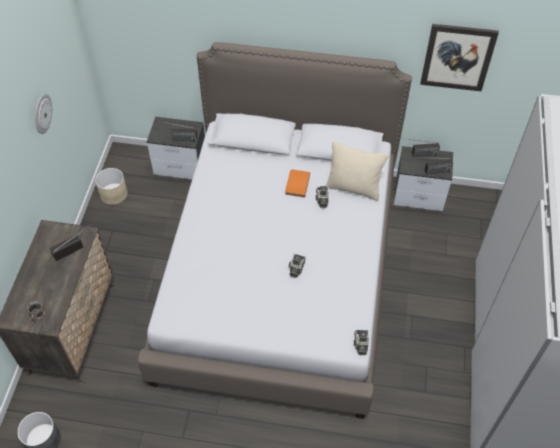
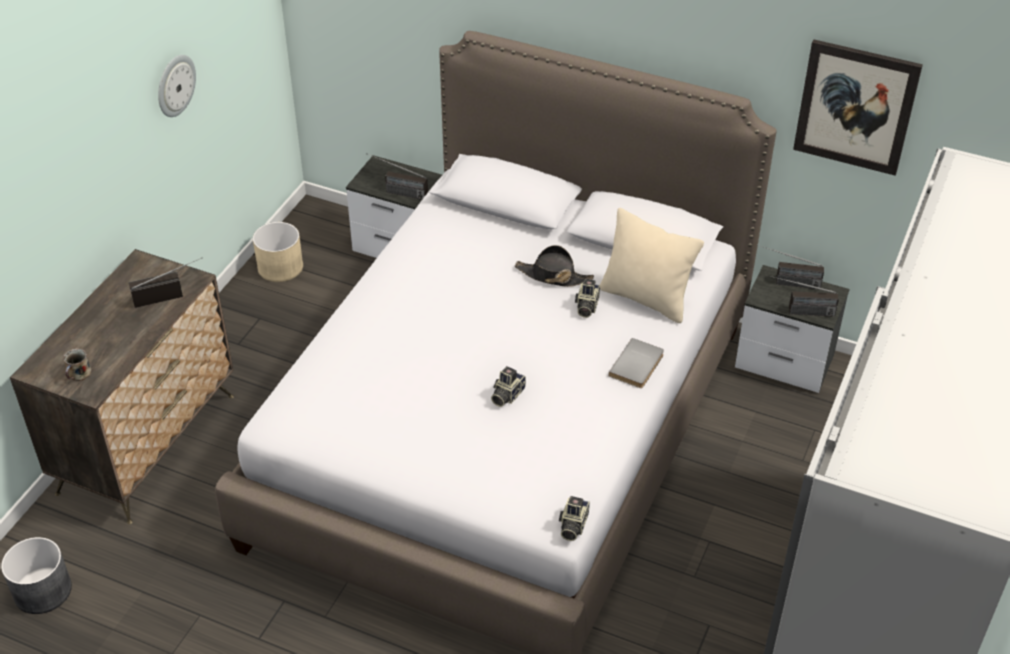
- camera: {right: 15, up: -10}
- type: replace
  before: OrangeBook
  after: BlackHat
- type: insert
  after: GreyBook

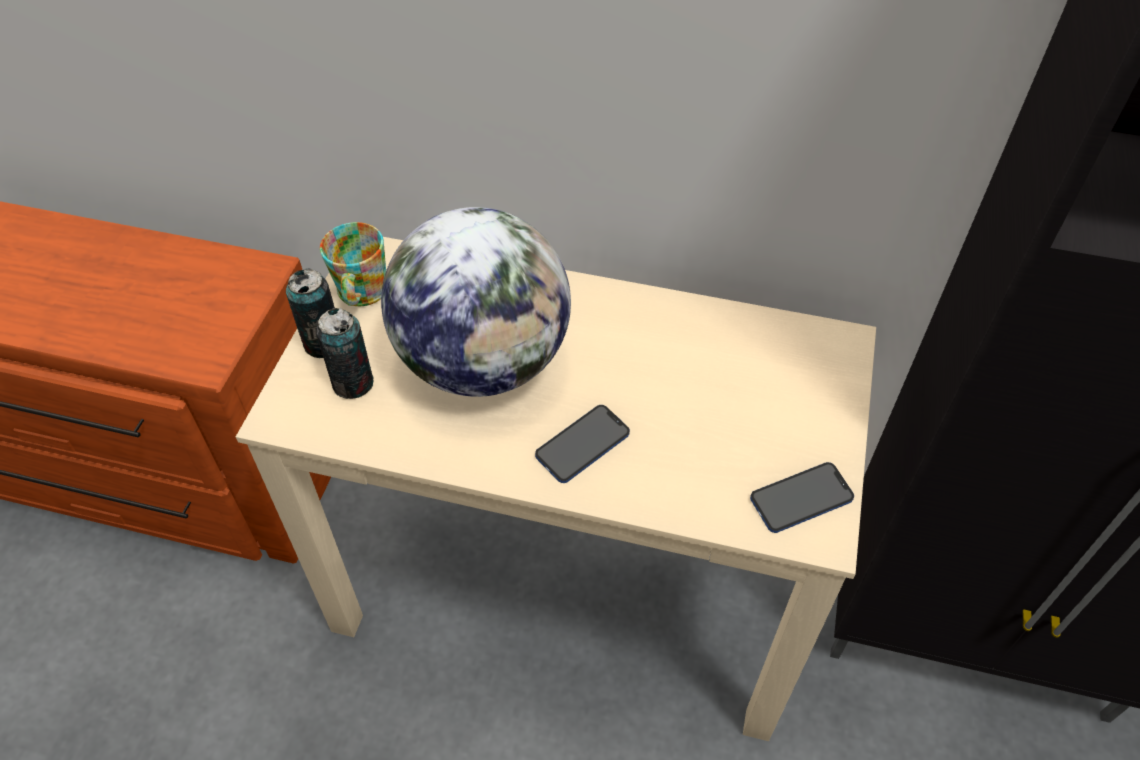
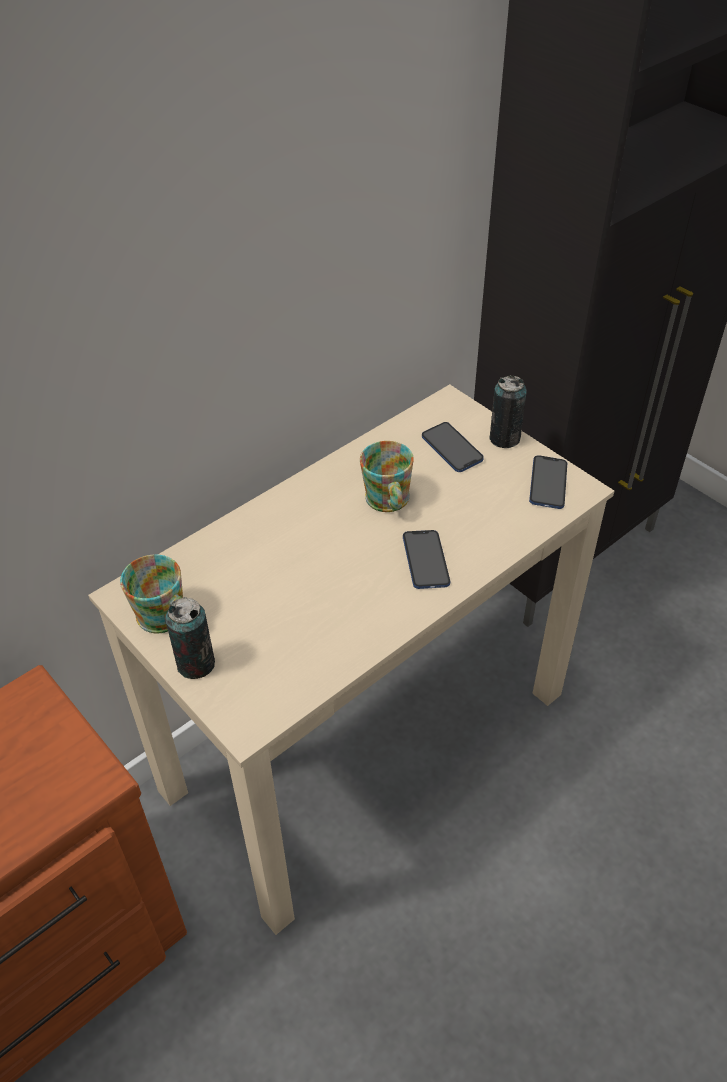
- camera: {right: -55, up: -5}
- type: move
  before: Can (2nd from left)
- type: delete
  before: Globe
- type: insert
  after: Mug (2nd from left)
- type: insert
  after: Phone (2nd from left)

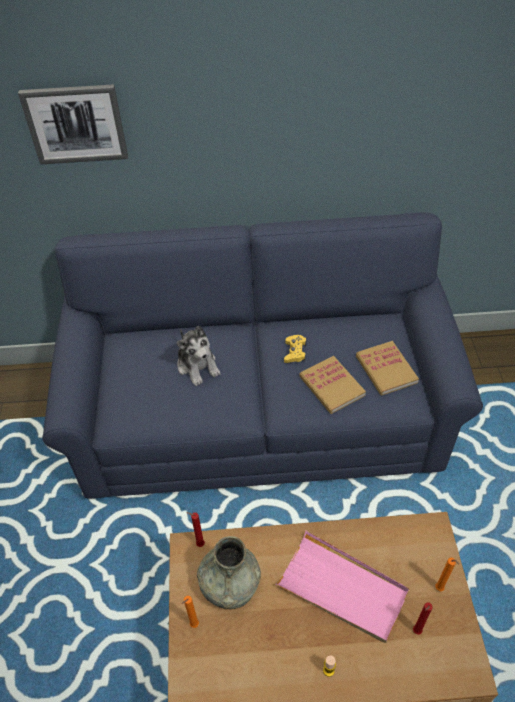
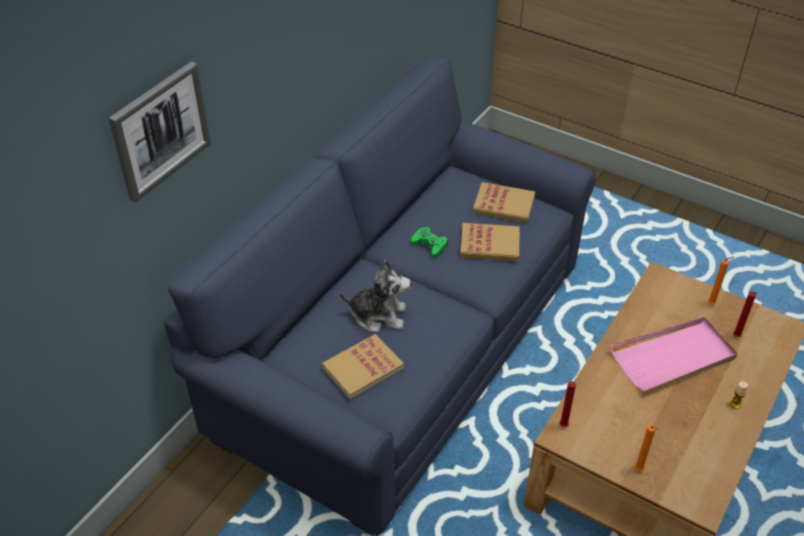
- camera: {right: -55, up: -5}
- type: delete
  before: GreyVase
- type: recolor
  before: YellowGameController
  after: GreenGameController
- type: insert
  after: Book (1st from left)

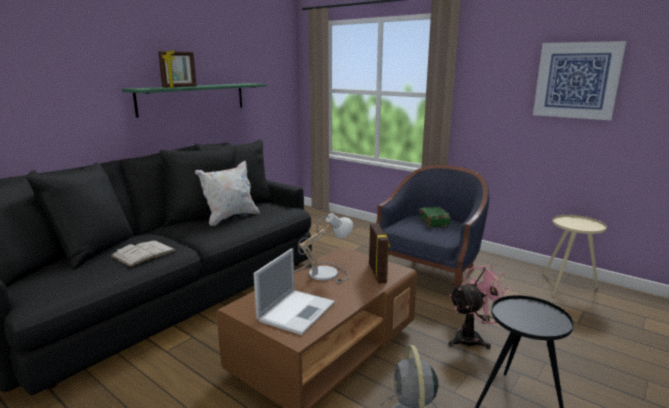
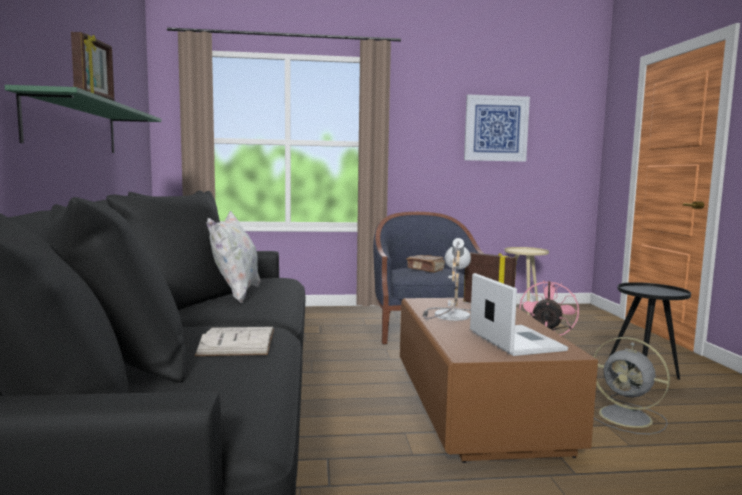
- camera: {right: -45, up: -10}
- type: recolor
  before: GreenBook
  after: BrownBook

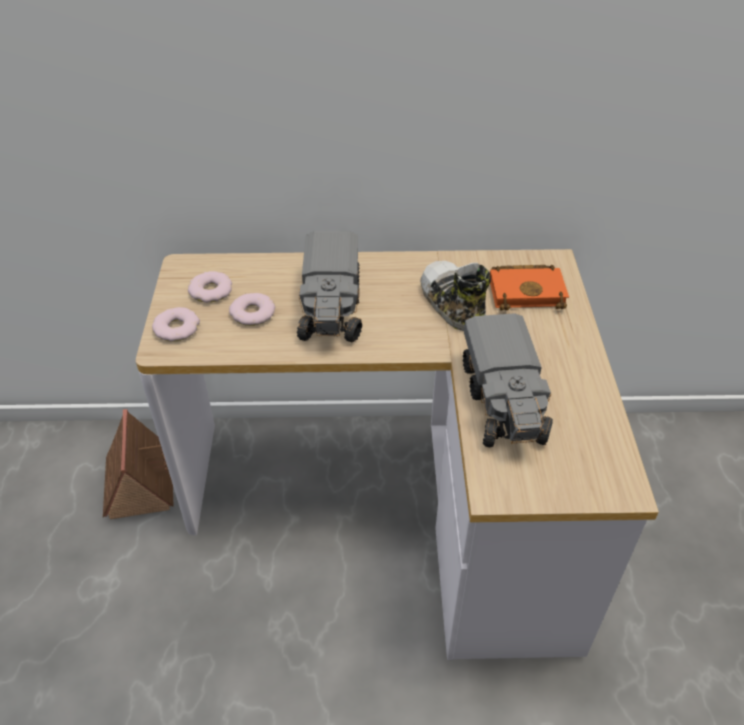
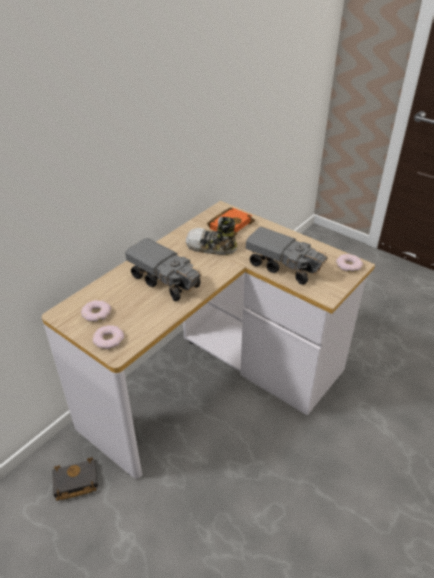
- camera: {right: -50, up: -5}
- type: replace
  before: ToyHouse
  after: BlackBook
- type: move
  before: Donut (3rd from left)

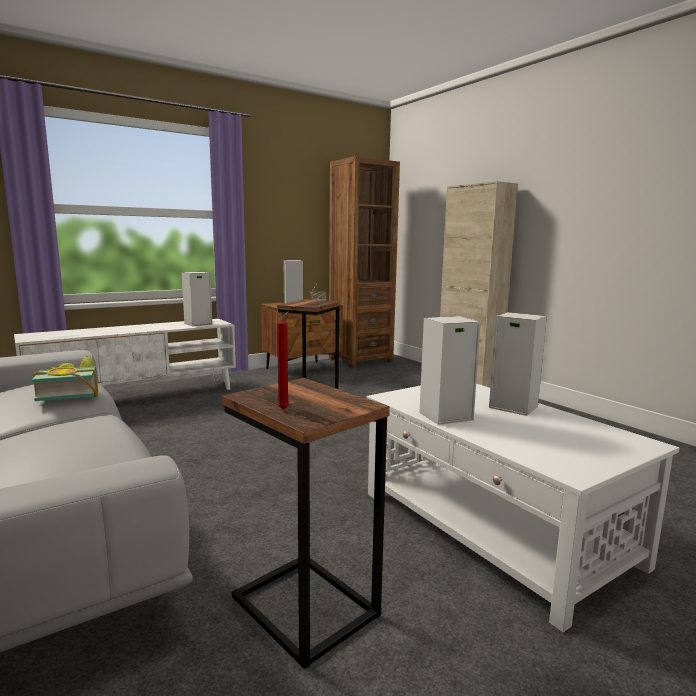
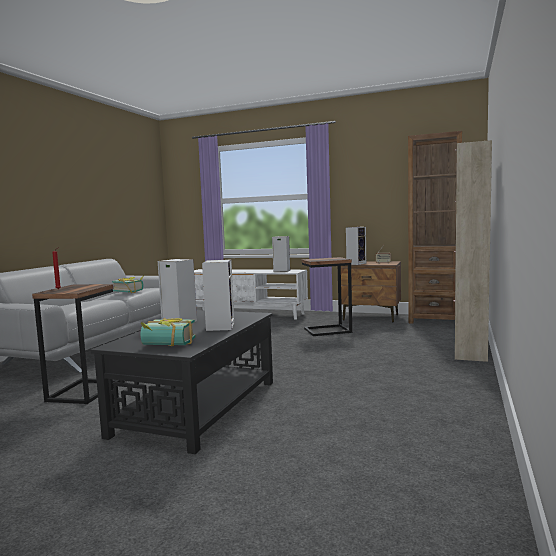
- camera: {right: 55, up: -5}
- type: recolor
  before: WhiteCoffeeTable
  after: BlackCoffeeTable
- type: insert
  after: Book (2nd from left)

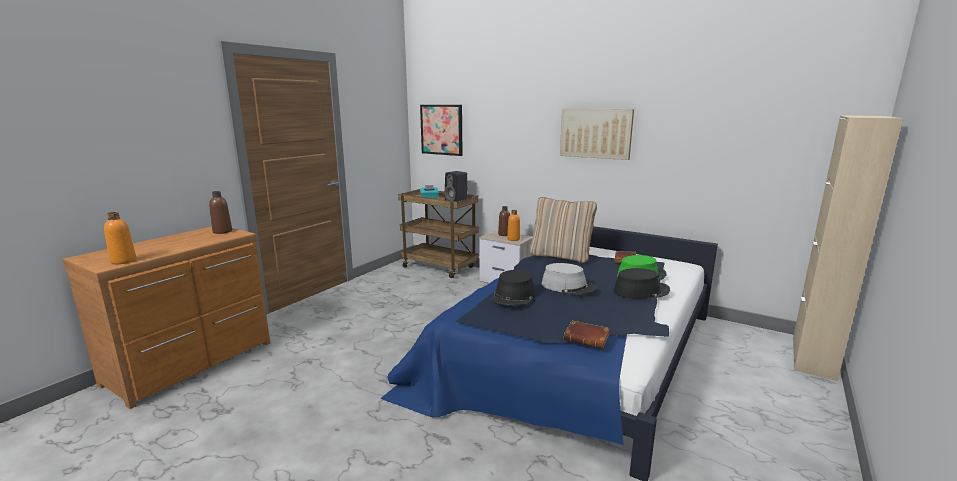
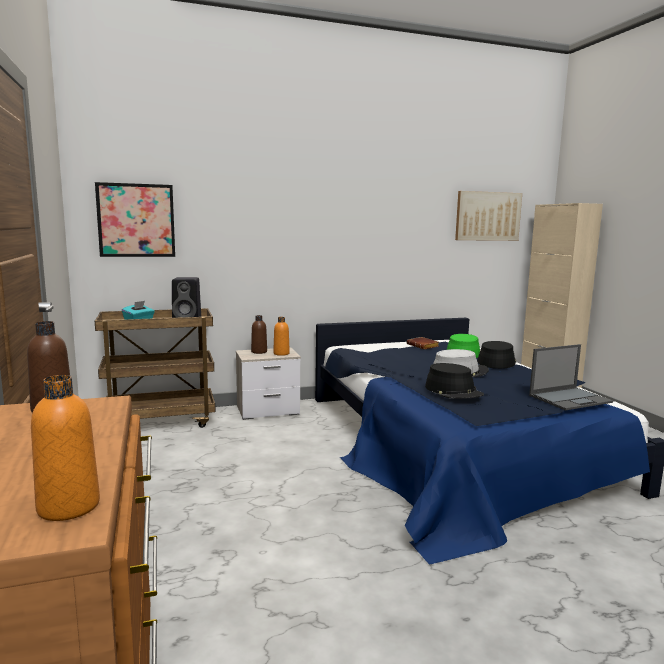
- camera: {right: -50, up: -5}
- type: delete
  before: BeigePillow
- type: move
  before: Picture (2nd from left)
- type: replace
  before: BrownBook (1st from left)
  after: Laptop

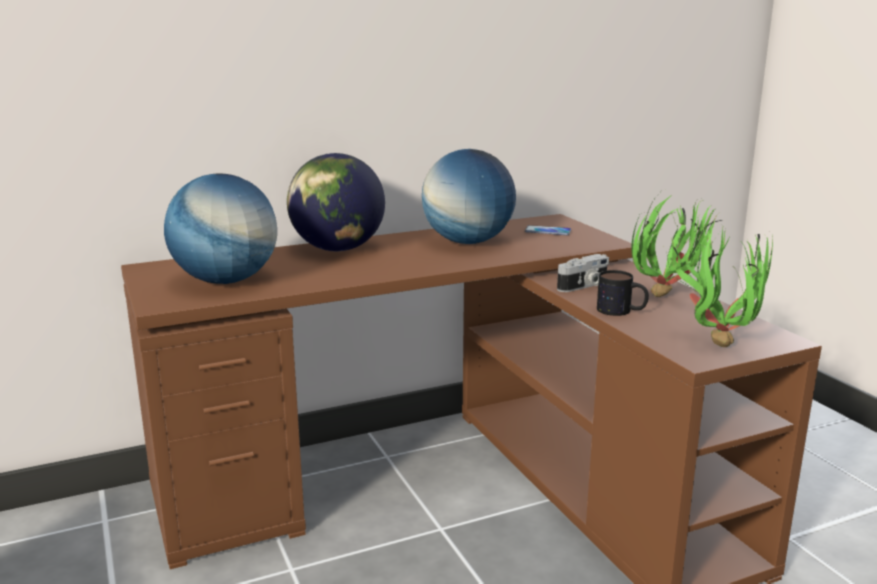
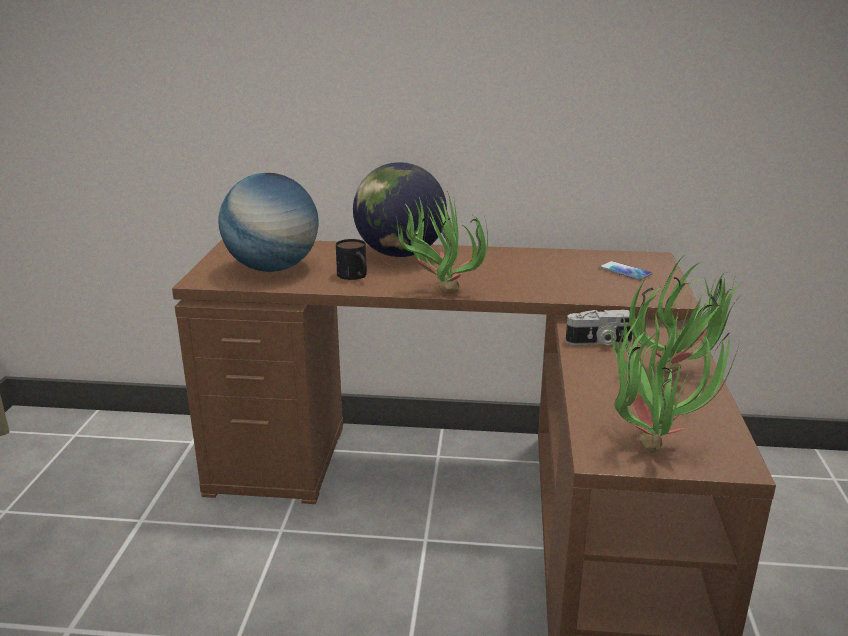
- camera: {right: 30, up: 5}
- type: delete
  before: Globe (3rd from left)
- type: move
  before: Mug
- type: insert
  after: PottedPlant (1st from left)

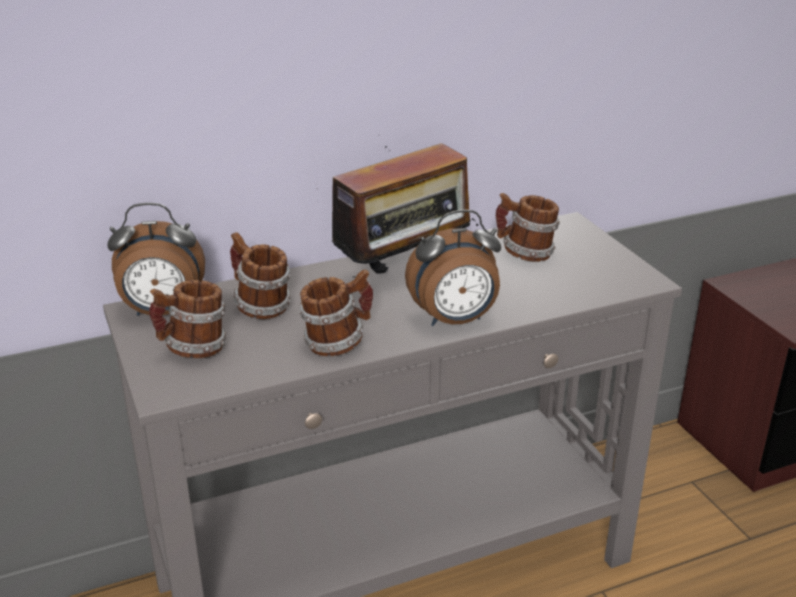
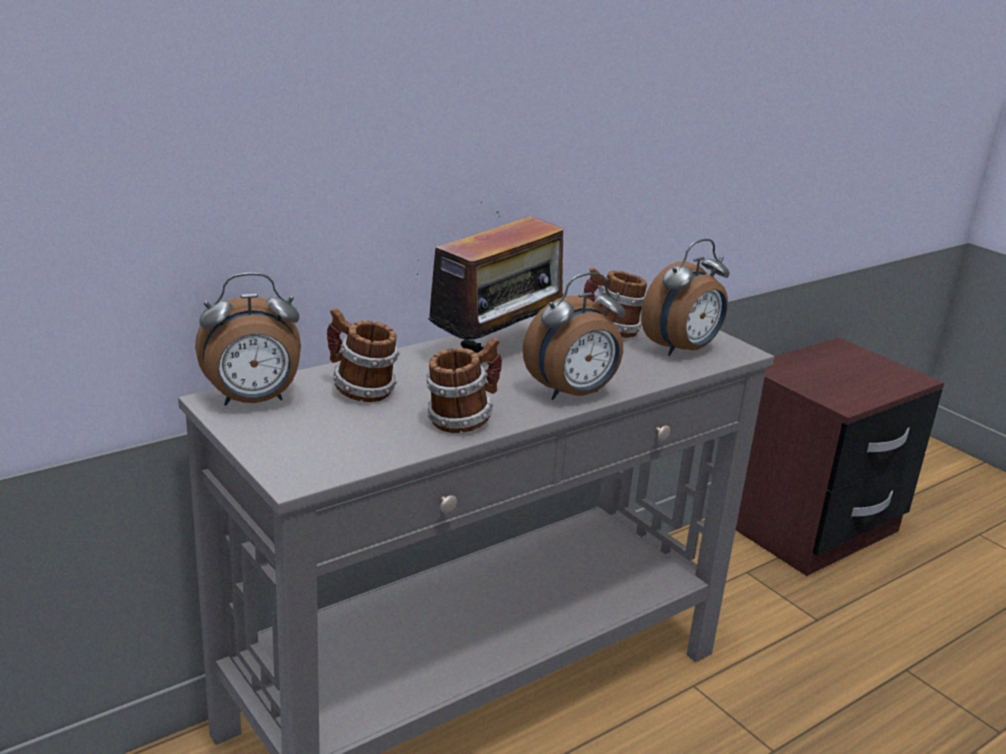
- camera: {right: -15, up: -5}
- type: delete
  before: Mug (1st from left)
- type: insert
  after: AlarmClock (3rd from left)

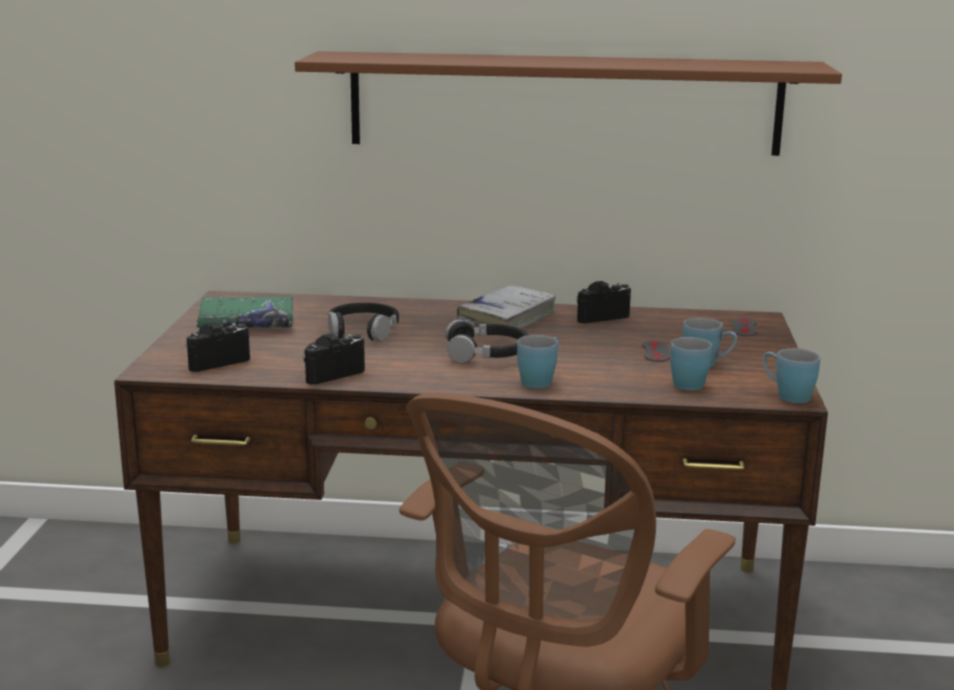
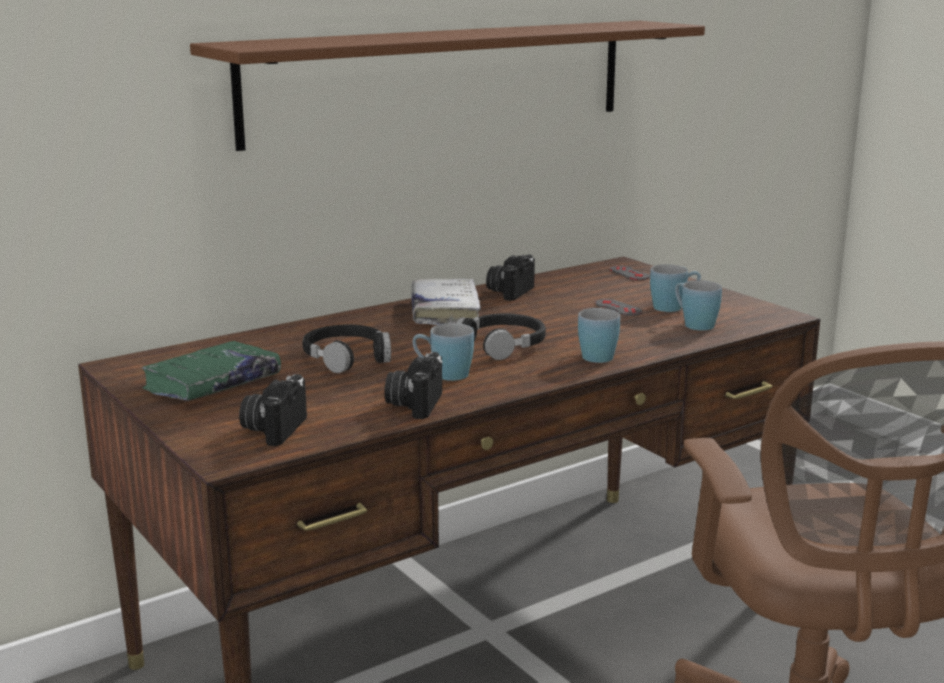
- camera: {right: -40, up: 0}
- type: move
  before: BlueMug (4th from left in the first image)
  after: BlueMug (1st from left)

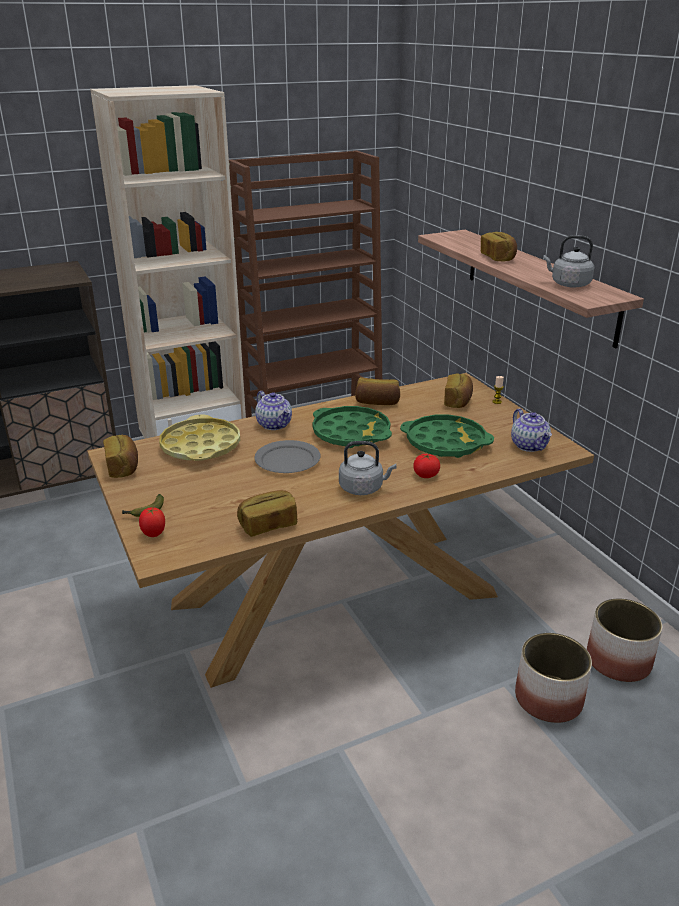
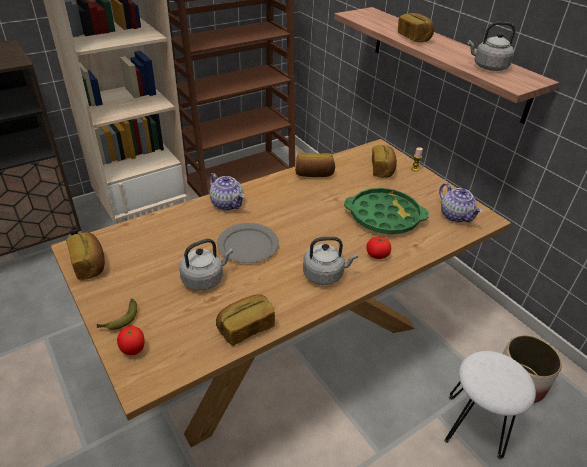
- camera: {right: -10, up: 10}
- type: delete
  before: YellowTray
- type: delete
  before: GreenTray (1st from left)
- type: replace
  before: Planter (1st from left)
  after: WhiteStool
- type: insert
  after: GreyKettle (1st from left)

